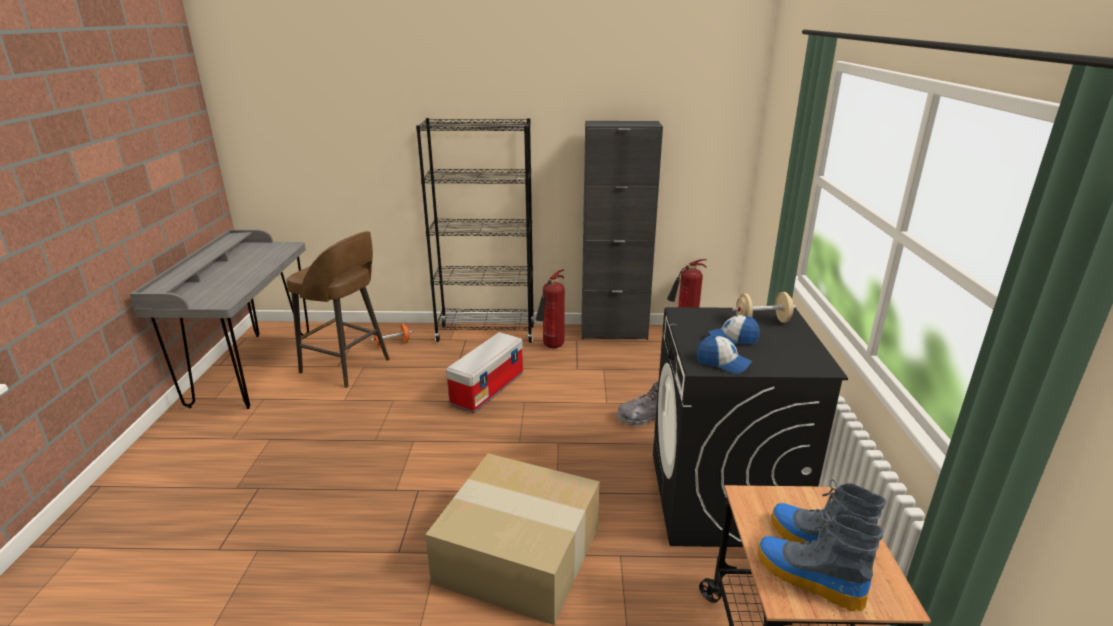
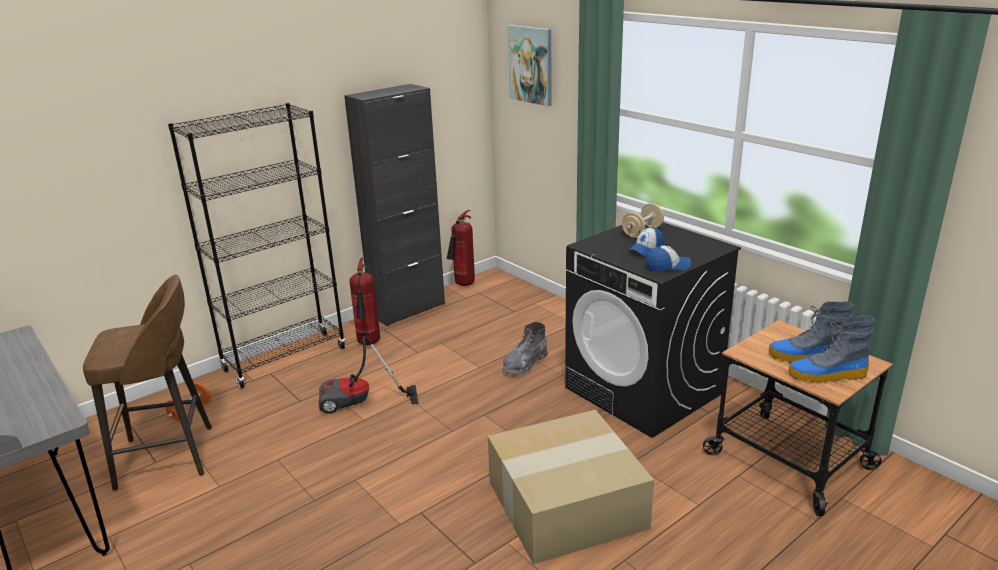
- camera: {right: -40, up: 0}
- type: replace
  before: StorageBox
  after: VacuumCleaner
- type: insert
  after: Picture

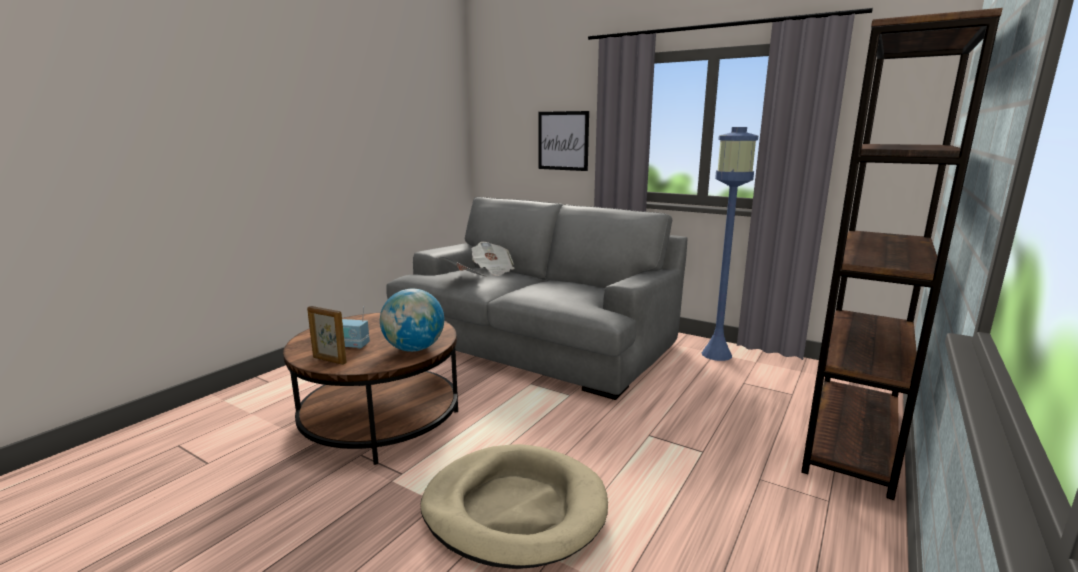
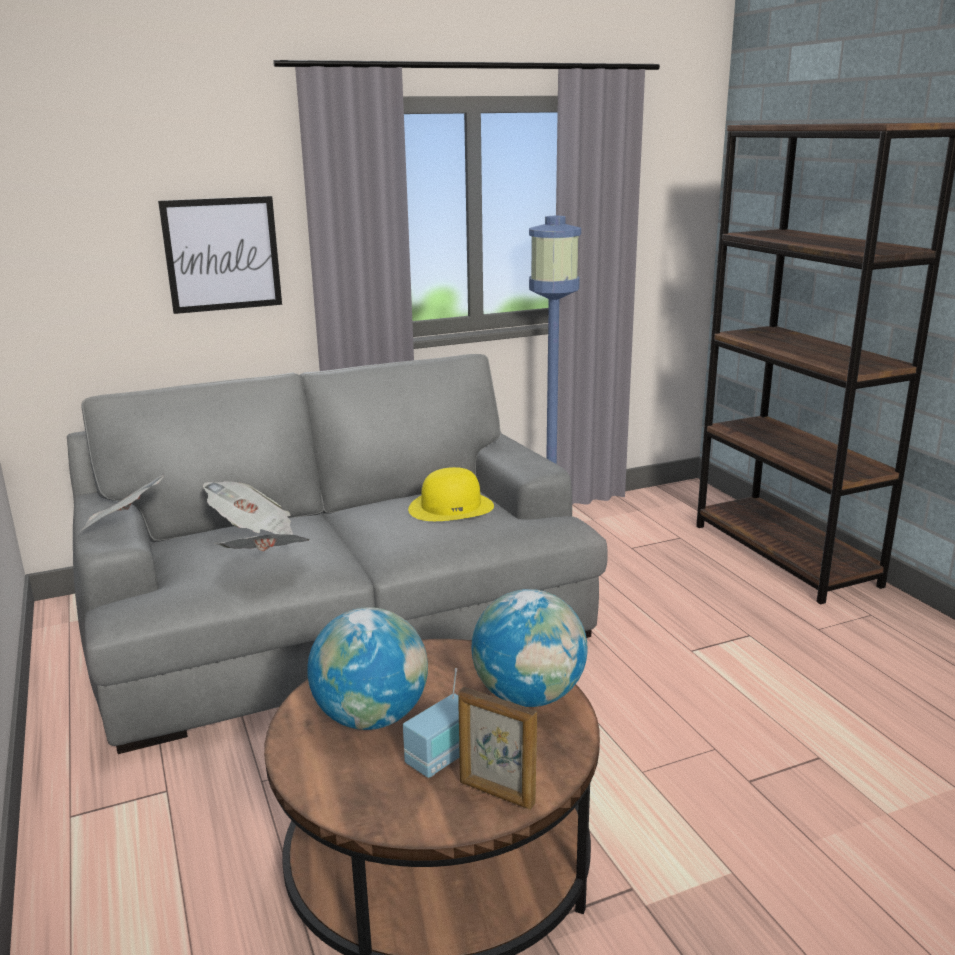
- camera: {right: -55, up: 5}
- type: rotate
  before: PictureFrame
  turn: 60
- type: delete
  before: BeigeDogBed
- type: insert
  after: Newspaper (1st from left)
- type: insert
  after: Globe (1st from left)
- type: insert
  after: YellowHat

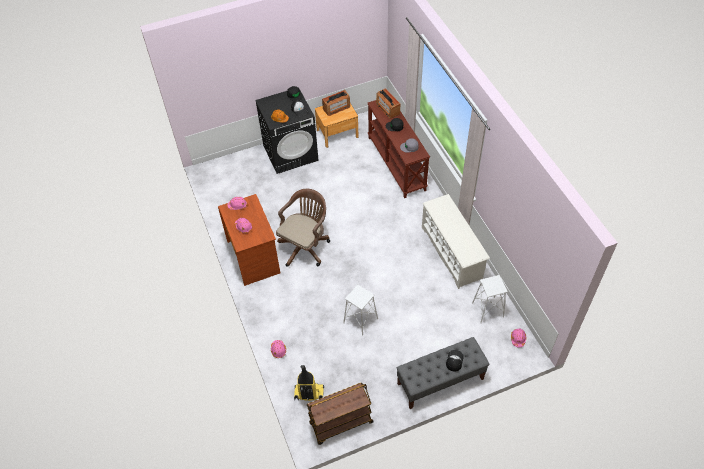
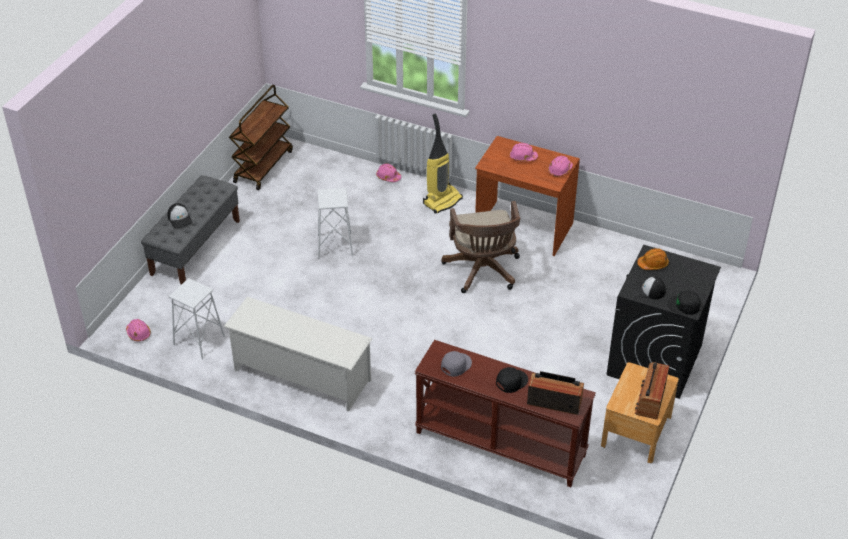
- camera: {right: 135, up: -10}
- type: move
  before: VacuumCleaner

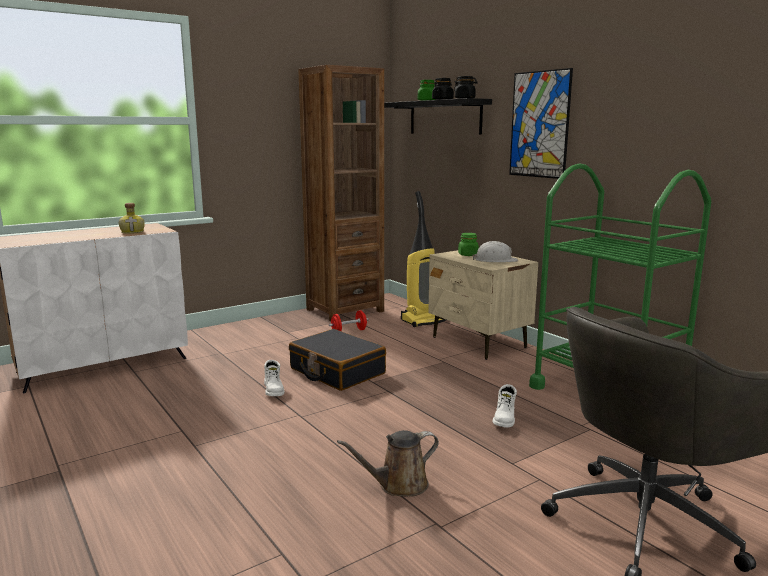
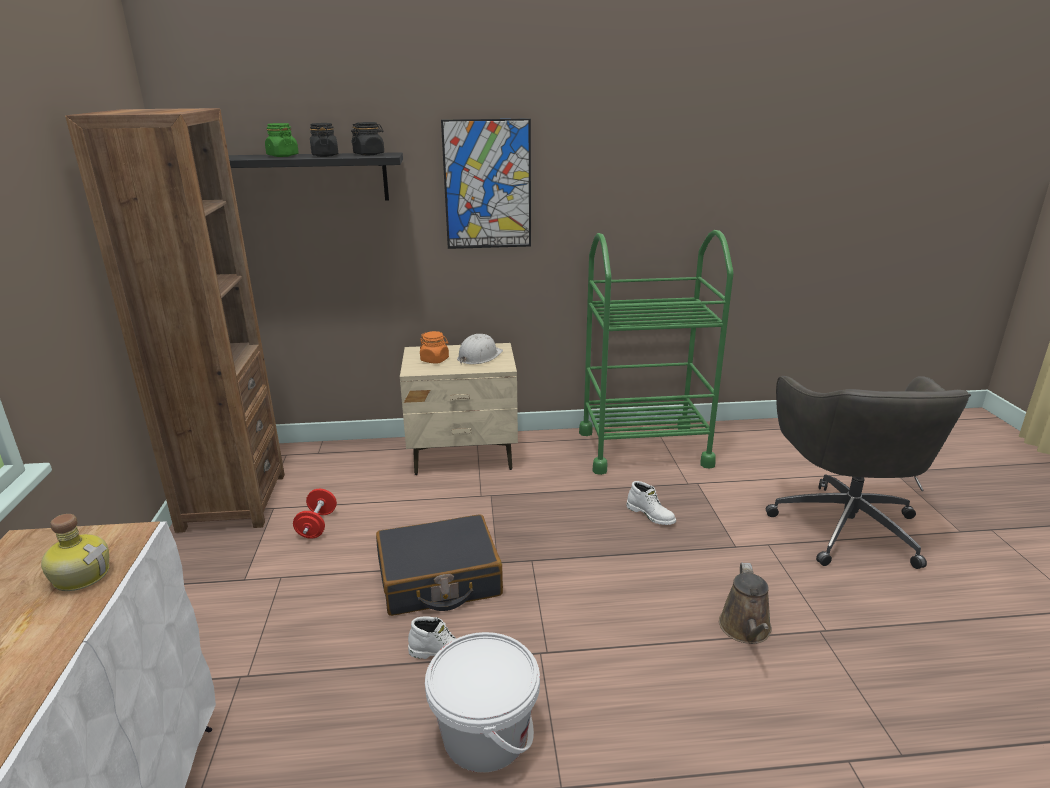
- camera: {right: -60, up: 10}
- type: delete
  before: VacuumCleaner
- type: recolor
  before: GreenJar (2nd from left)
  after: OrangeJar
- type: insert
  after: WhiteBucket

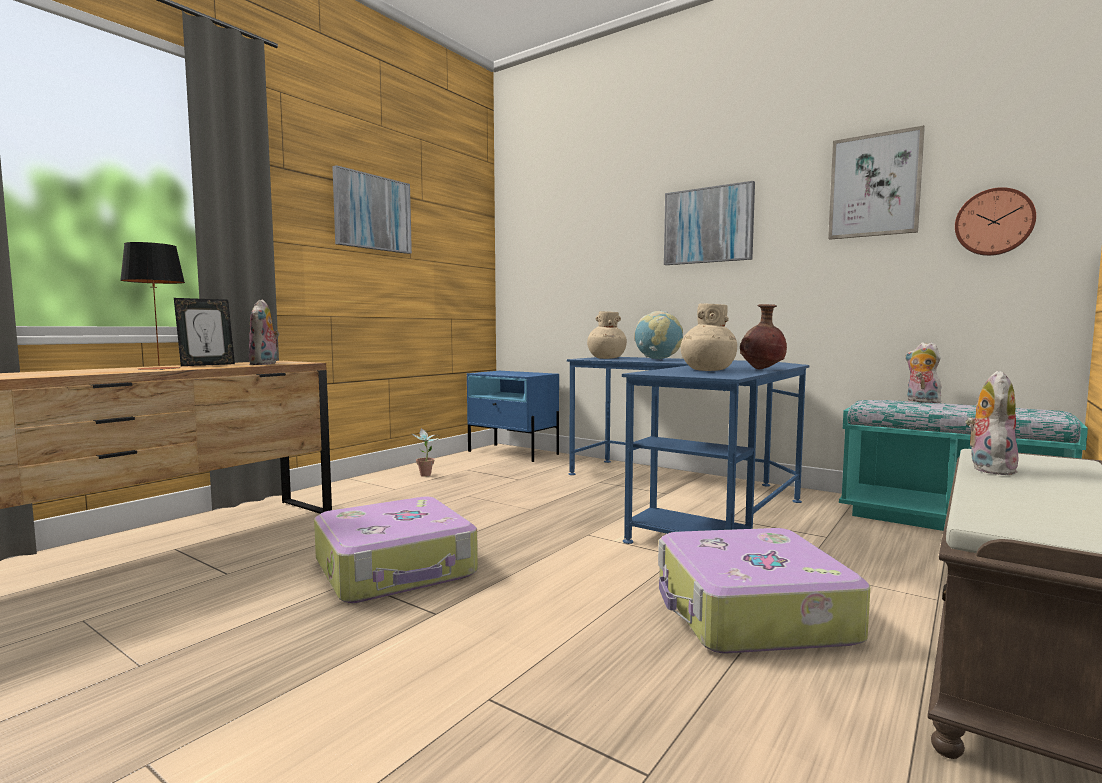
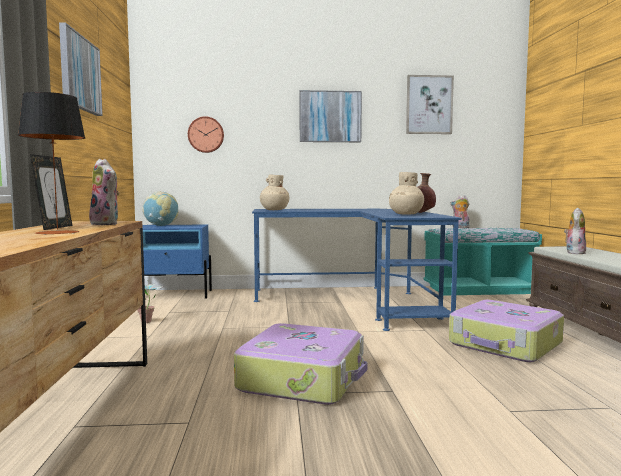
- camera: {right: -40, up: 0}
- type: move
  before: Globe
- type: move
  before: WallClock
- type: rotate
  before: PlushToy (3rd from left)
  turn: 45

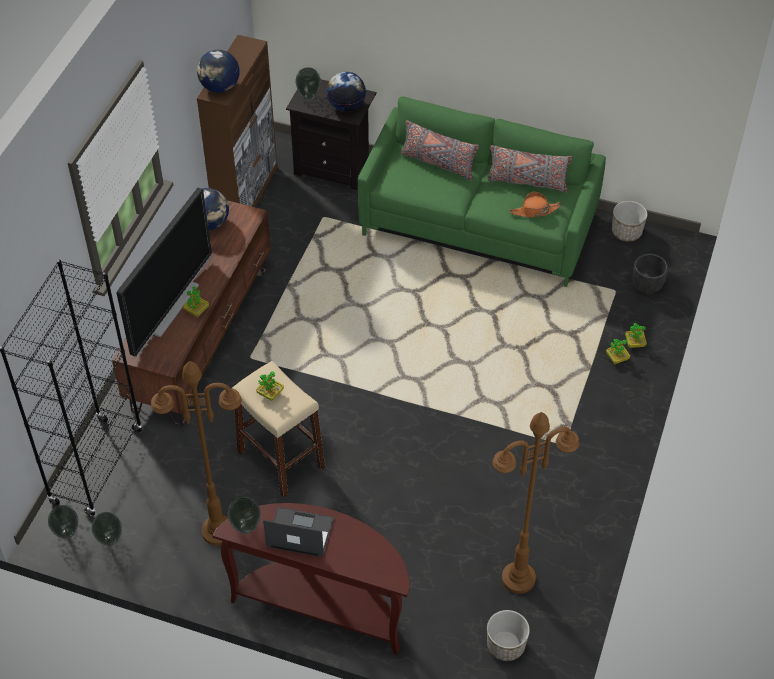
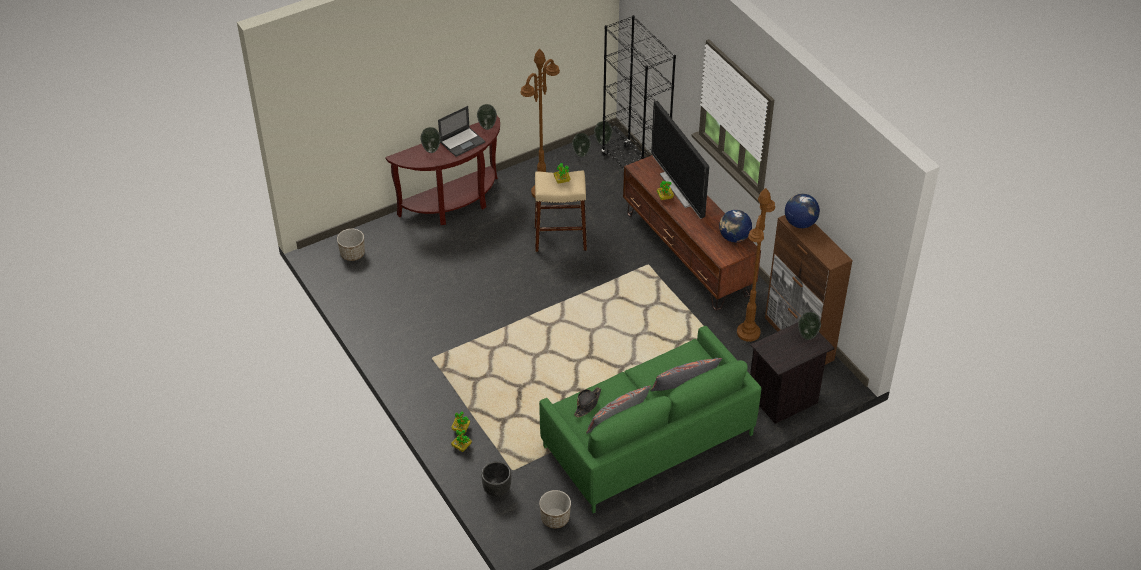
- camera: {right: 130, up: -5}
- type: delete
  before: Globe (3rd from left)
- type: move
  before: BrownFloorLamp (2nd from left)
- type: recolor
  before: OrangeHat
  after: BlackHat
- type: insert
  after: Vase (1st from left)

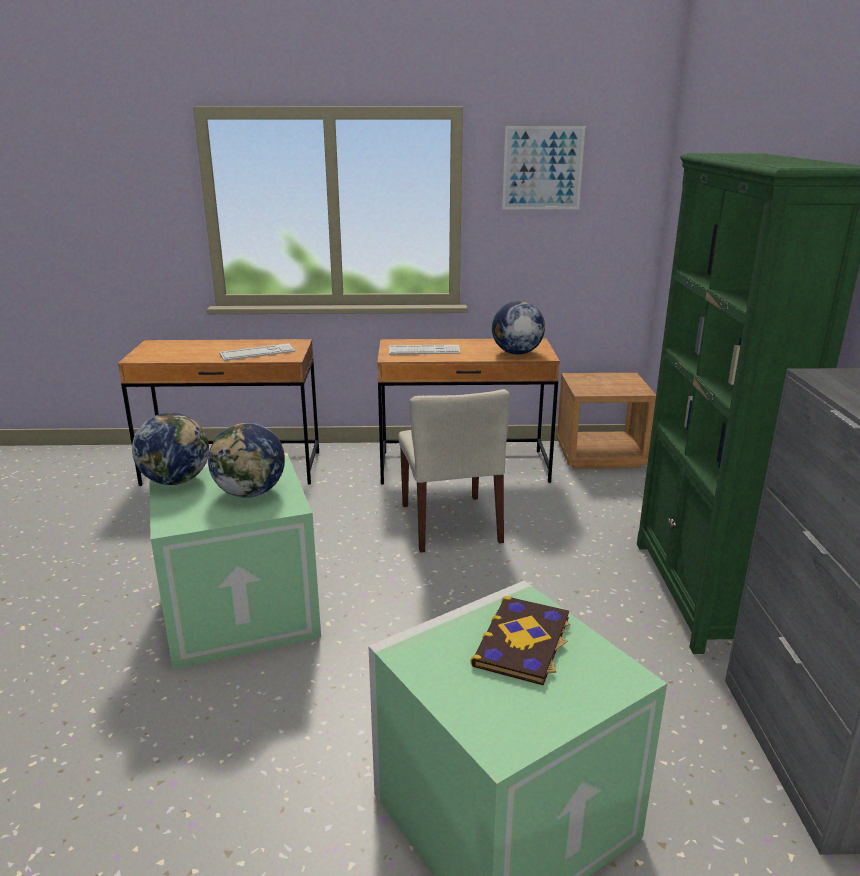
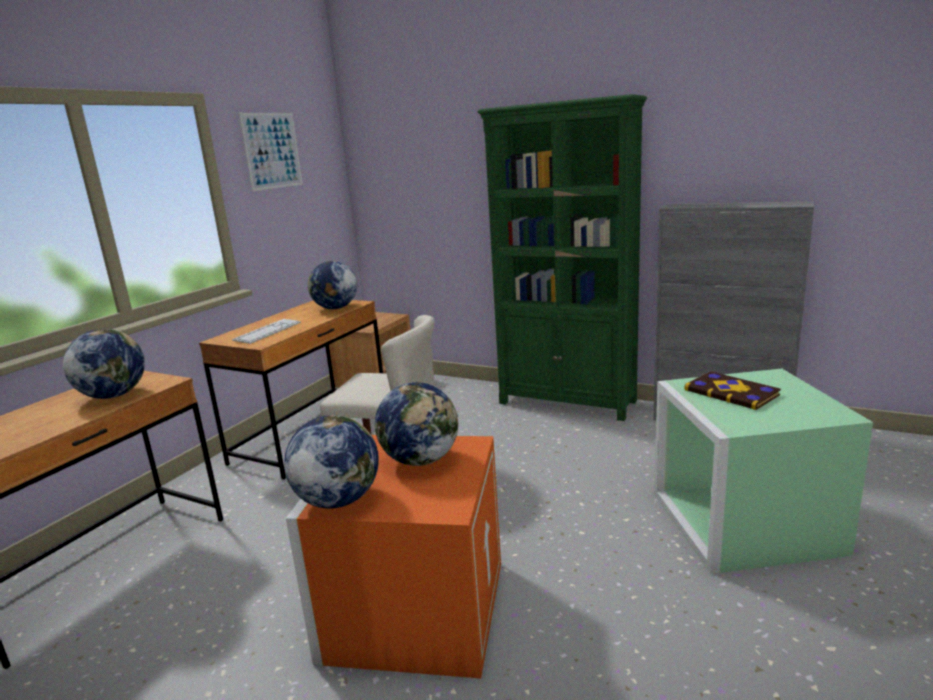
- camera: {right: -60, up: -5}
- type: recolor
  before: GreenStorageBox (1st from left)
  after: OrangeStorageBox
- type: replace
  before: Keyboard (1st from left)
  after: Globe (1st from left)

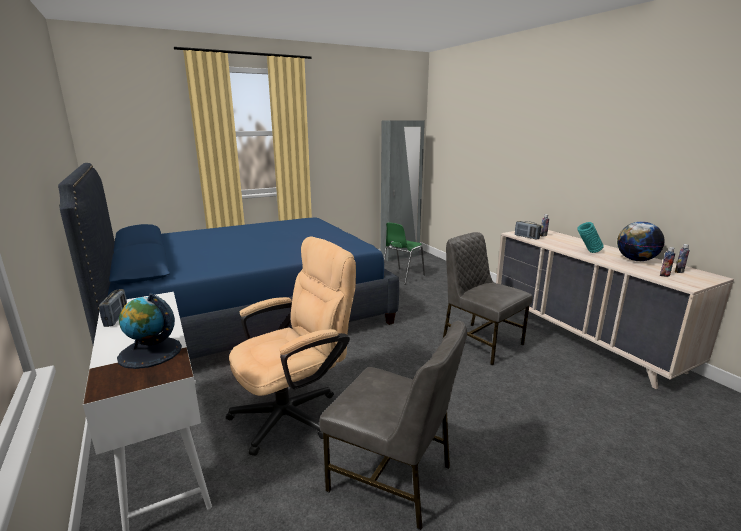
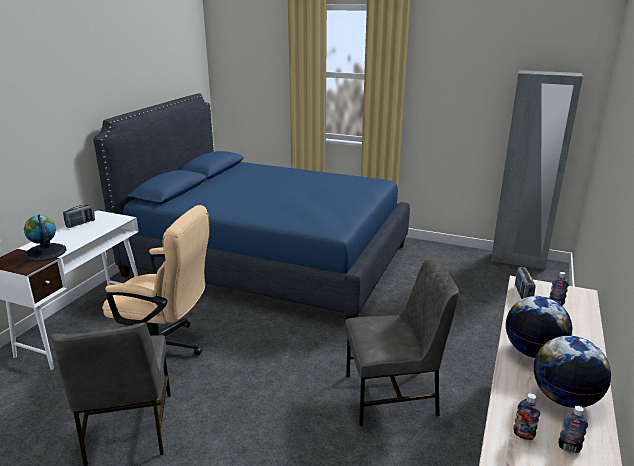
- camera: {right: 50, up: 5}
- type: delete
  before: GreenChair
- type: rotate
  before: GreyChair (2nd from left)
  turn: 75
- type: replace
  before: TurquoiseVase
  after: Globe (2nd from left)

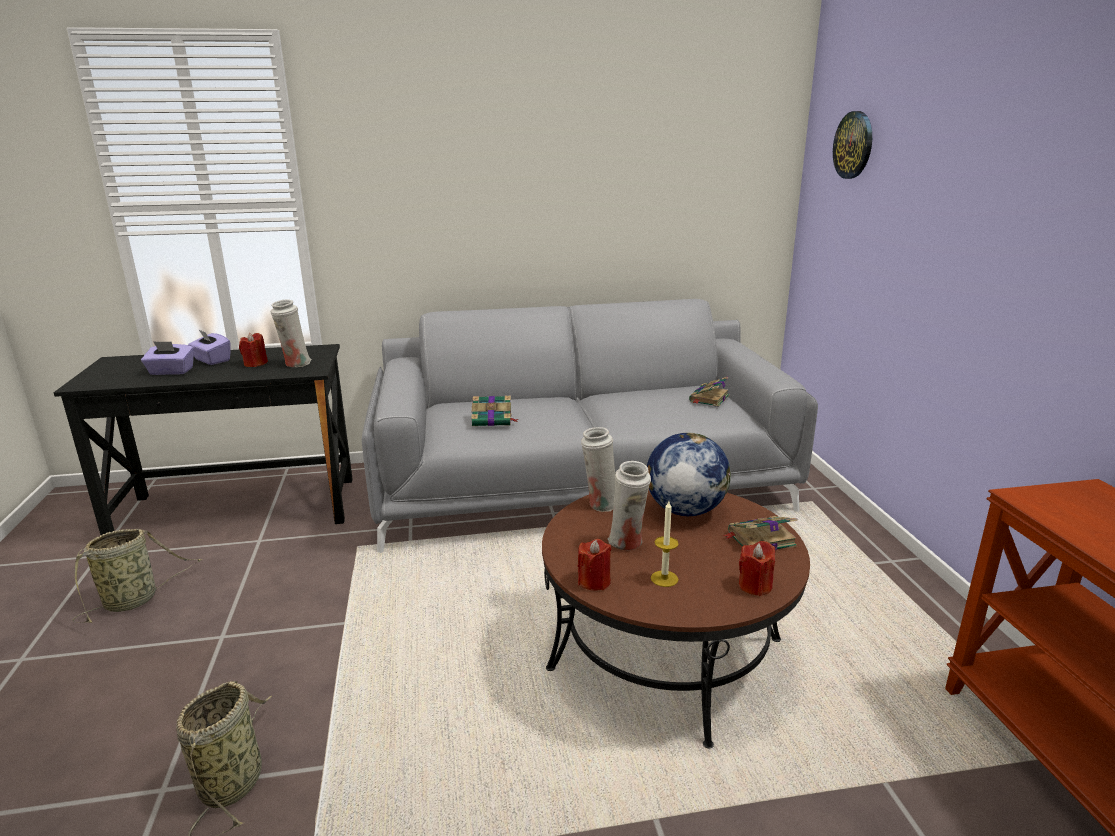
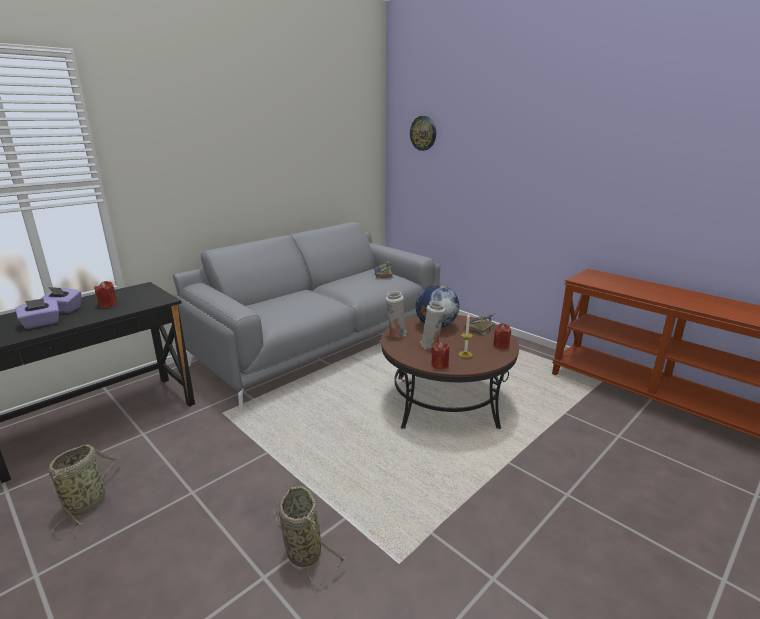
- camera: {right: -35, up: 0}
- type: delete
  before: WhiteVase (1st from left)
- type: delete
  before: Book (1st from left)

